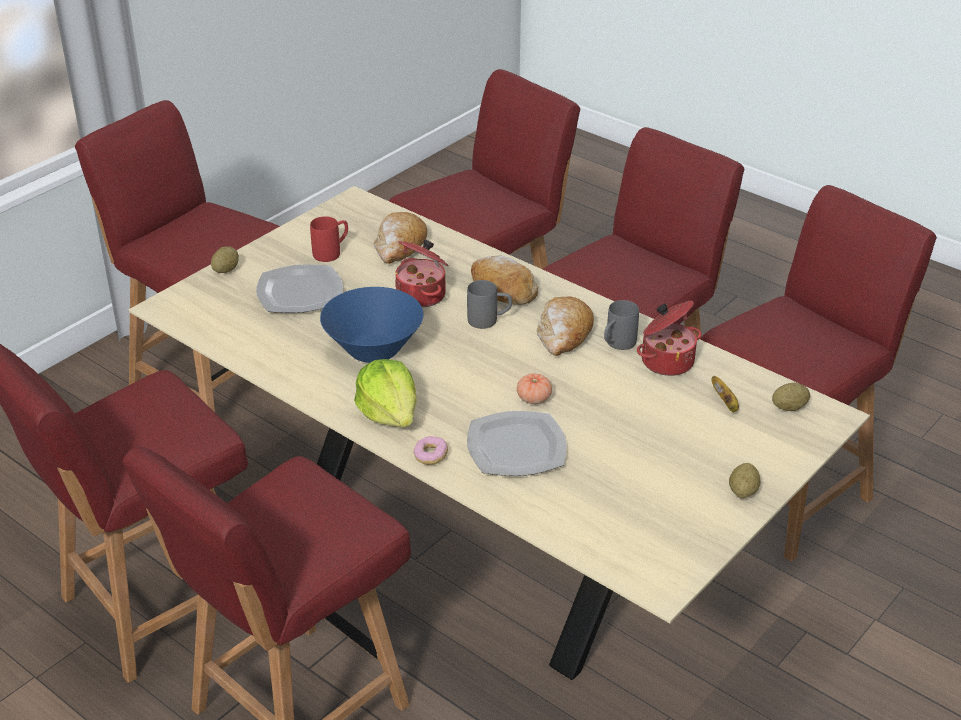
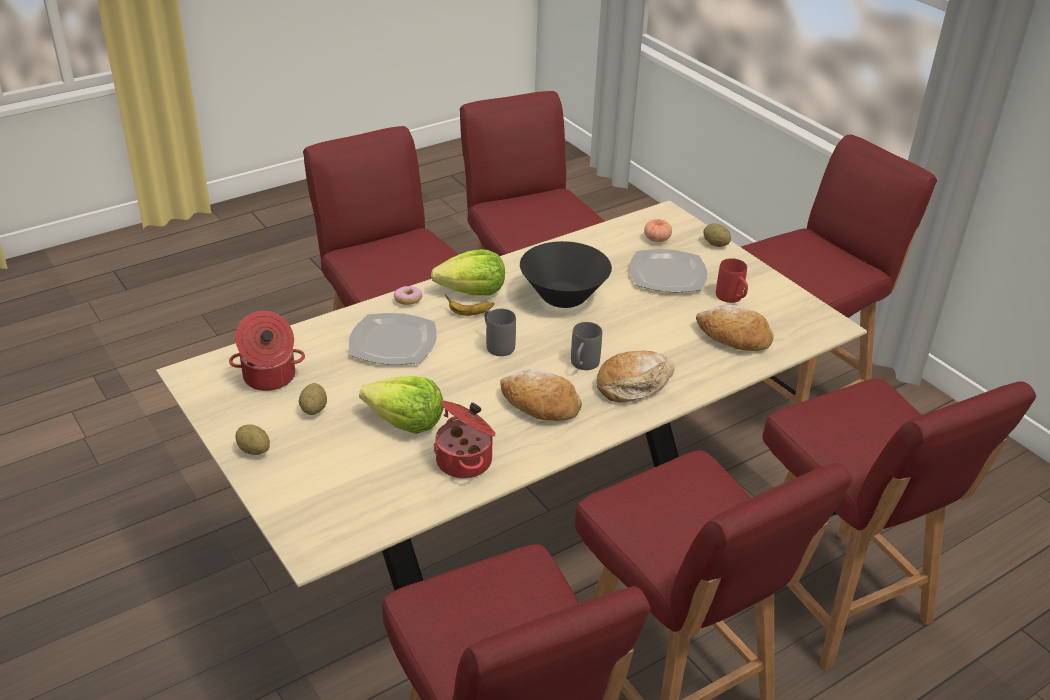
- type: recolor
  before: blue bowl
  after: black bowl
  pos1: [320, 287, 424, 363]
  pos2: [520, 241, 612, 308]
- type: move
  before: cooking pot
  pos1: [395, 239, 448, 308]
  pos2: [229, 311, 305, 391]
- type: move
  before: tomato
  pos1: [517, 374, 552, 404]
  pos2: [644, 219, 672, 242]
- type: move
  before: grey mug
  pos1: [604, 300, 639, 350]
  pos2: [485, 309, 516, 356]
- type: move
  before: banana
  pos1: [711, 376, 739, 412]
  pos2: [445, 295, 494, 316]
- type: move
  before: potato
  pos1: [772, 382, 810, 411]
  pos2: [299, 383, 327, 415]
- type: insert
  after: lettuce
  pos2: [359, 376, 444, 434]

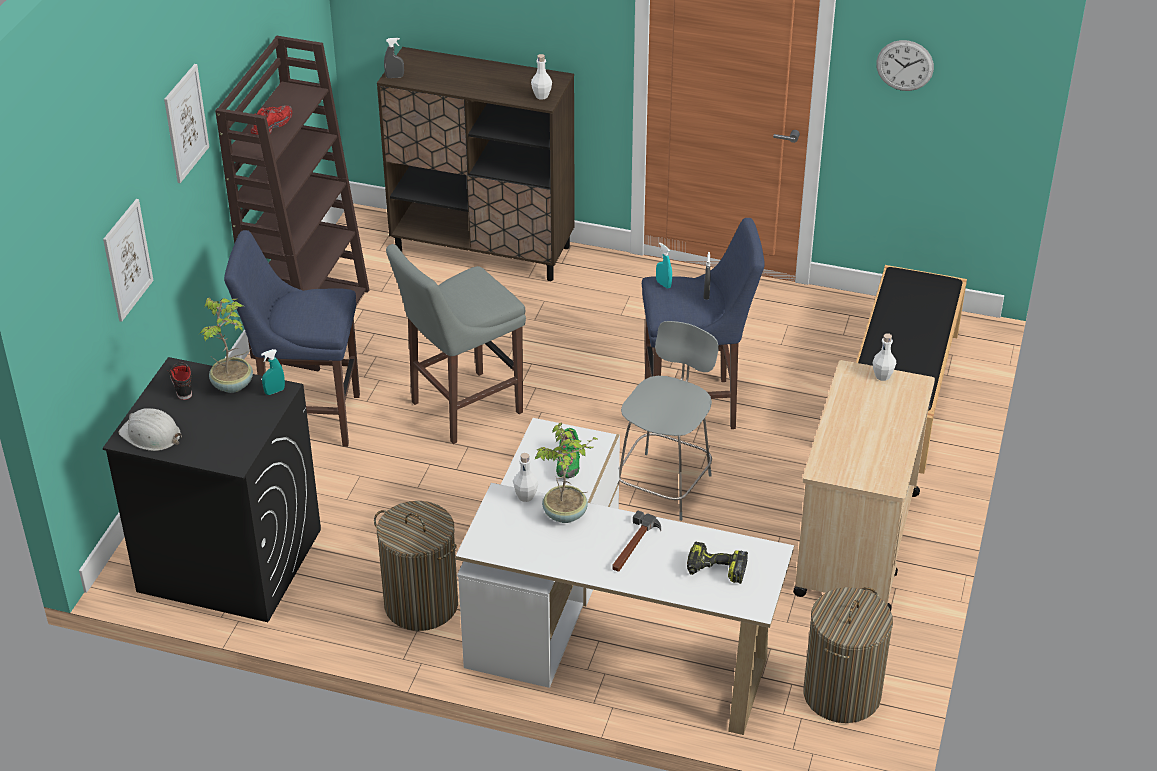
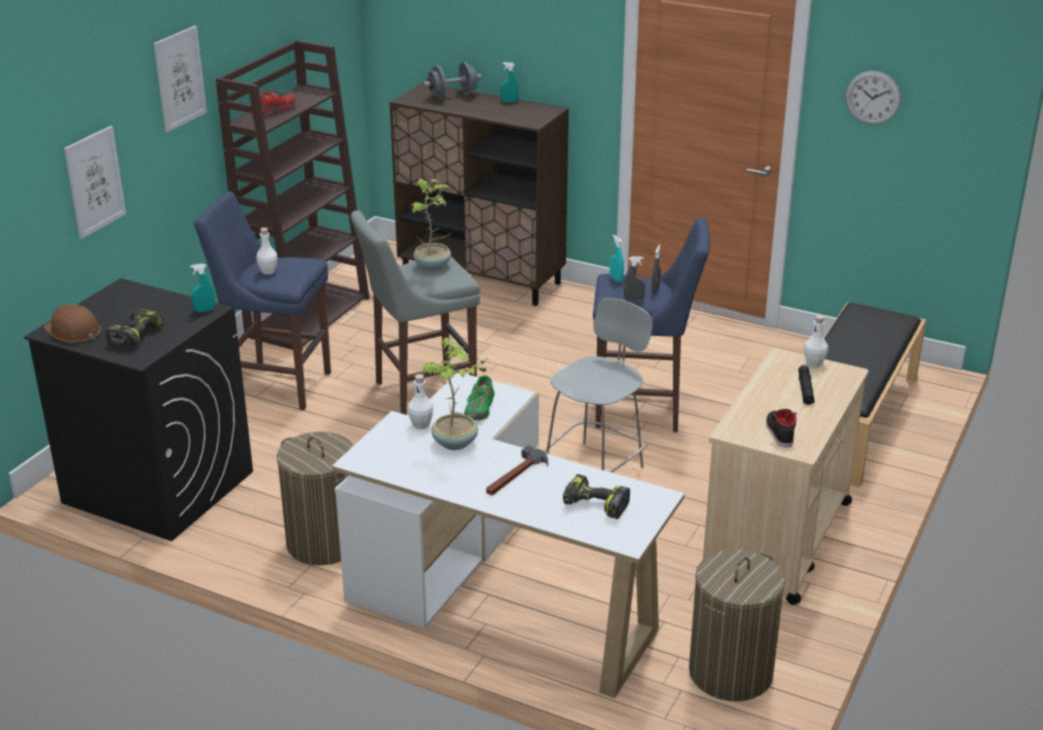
- type: recolor
  before: white hard hat
  after: brown hard hat
  pos1: [118, 408, 182, 451]
  pos2: [44, 304, 101, 343]
- type: move
  before: black shoe
  pos1: [168, 362, 192, 400]
  pos2: [766, 409, 797, 447]
- type: move
  before: potted plant
  pos1: [199, 297, 253, 393]
  pos2: [410, 178, 452, 271]
- type: move
  before: grey spray bottle
  pos1: [384, 38, 404, 78]
  pos2: [624, 256, 645, 300]
- type: move
  before: white bottle
  pos1: [531, 54, 552, 99]
  pos2: [256, 228, 277, 275]
- type: insert
  after: power drill
  pos2: [105, 309, 163, 349]
- type: insert
  after: grey dumbbell
  pos2: [423, 62, 482, 99]
- type: insert
  after: turquoise spray bottle
  pos2: [500, 62, 518, 102]
- type: insert
  after: black flashlight
  pos2: [798, 365, 815, 405]

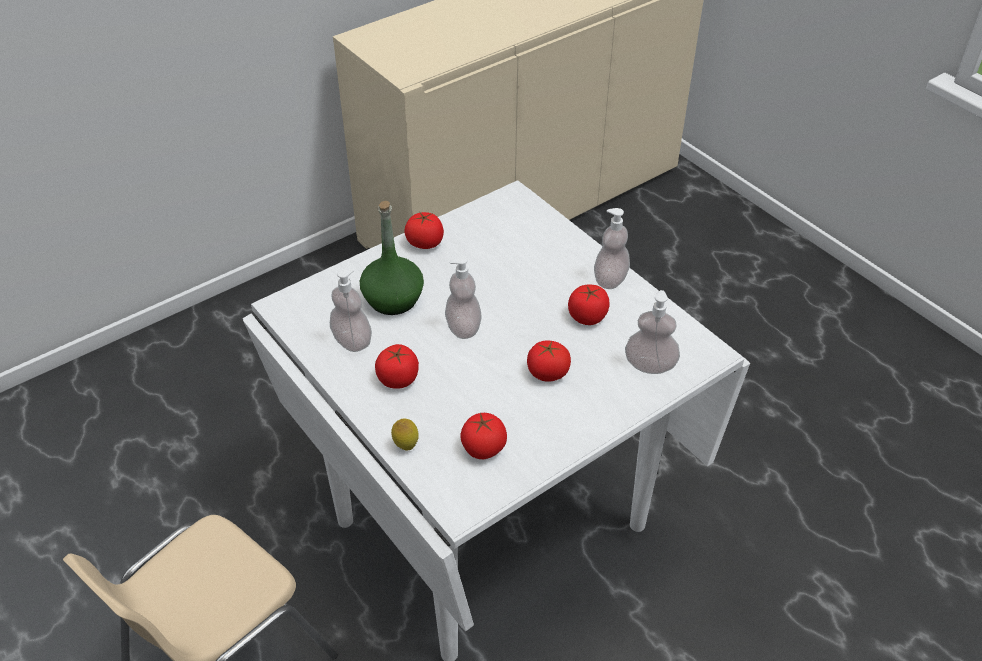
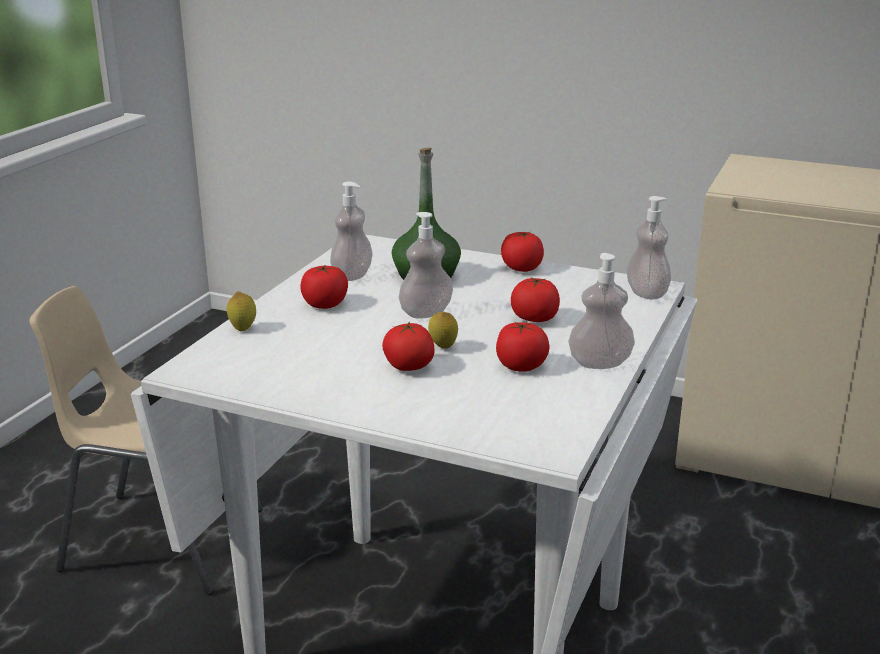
- type: move
  before: tomato
  pos1: [460, 413, 507, 459]
  pos2: [511, 277, 560, 322]
- type: move
  before: soap dispenser
  pos1: [625, 290, 680, 374]
  pos2: [627, 196, 671, 300]
- type: insert
  after: lemon
  pos2: [428, 312, 458, 349]

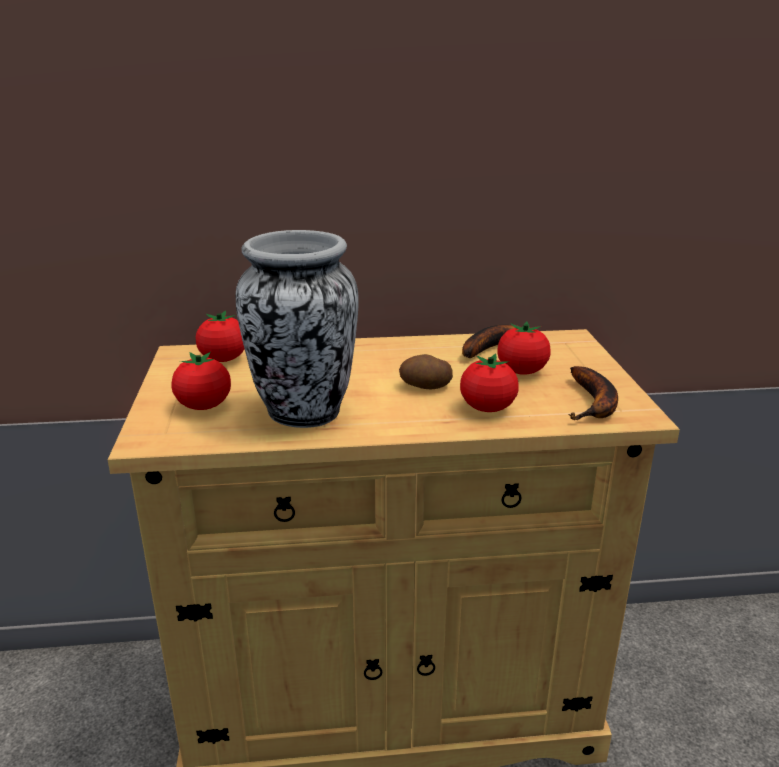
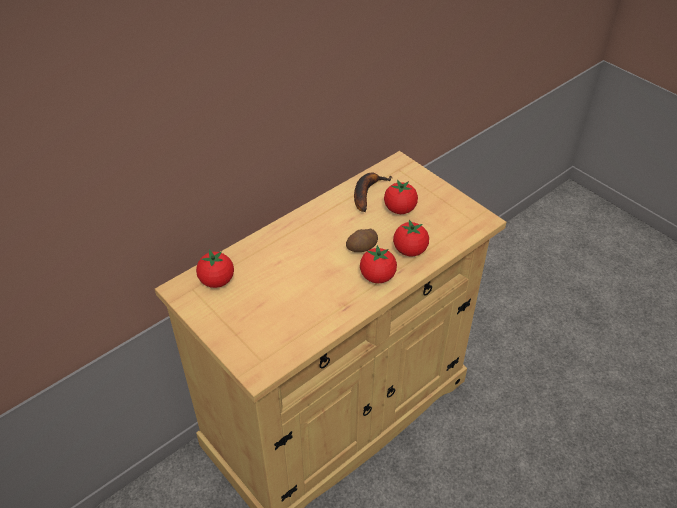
- type: move
  before: tomato
  pos1: [171, 352, 231, 410]
  pos2: [360, 245, 397, 283]
- type: delete
  before: vase
  pos1: [236, 230, 359, 428]
- type: delete
  before: banana
  pos1: [569, 366, 618, 420]

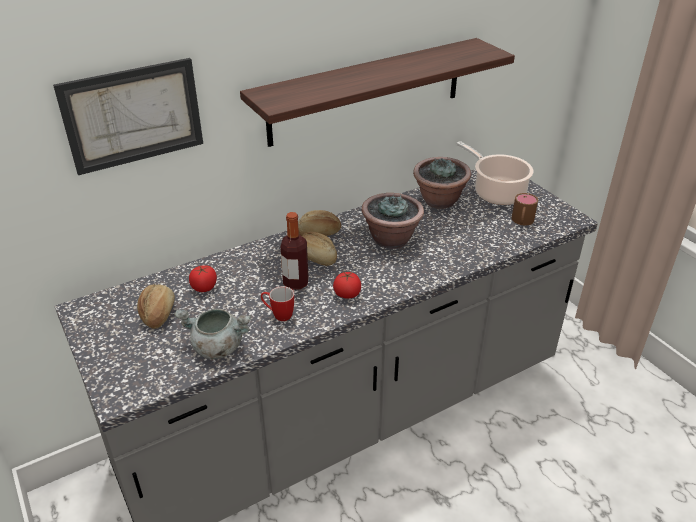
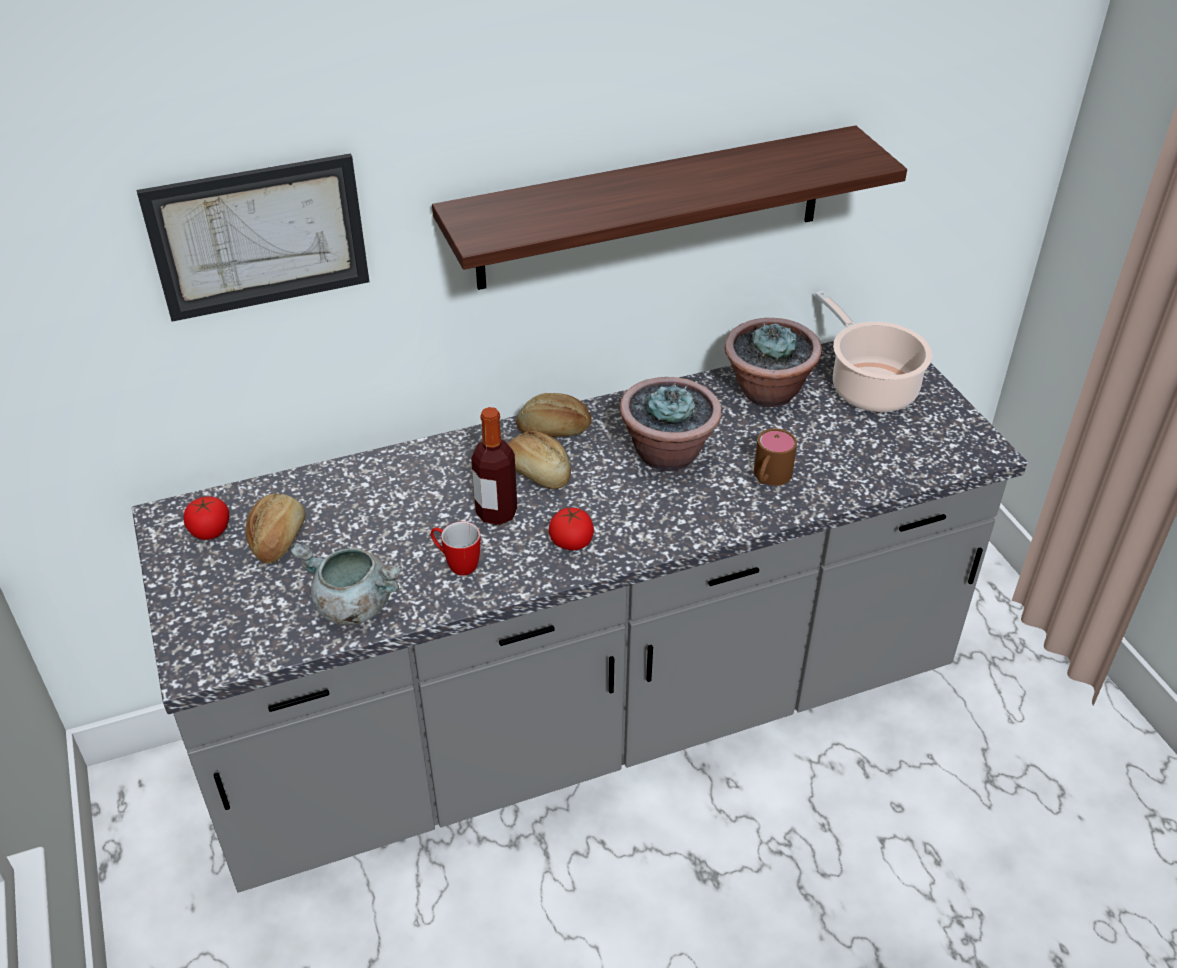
- type: move
  before: tomato
  pos1: [189, 265, 217, 292]
  pos2: [183, 497, 229, 540]
- type: move
  before: brown mug
  pos1: [512, 193, 538, 225]
  pos2: [754, 429, 797, 486]

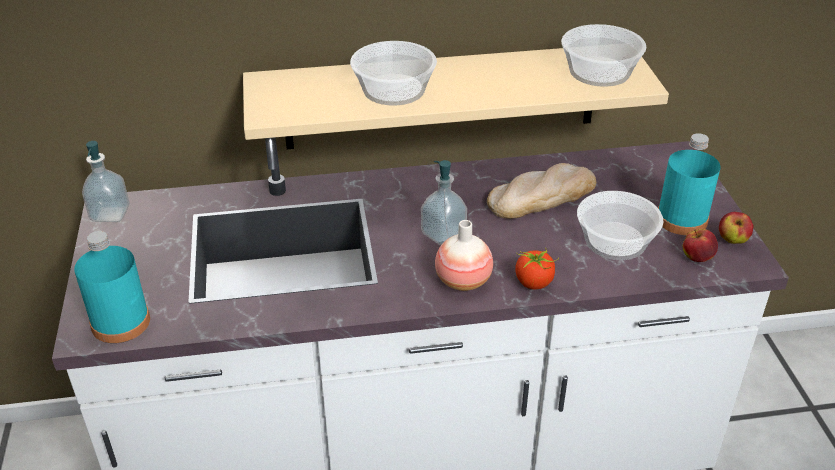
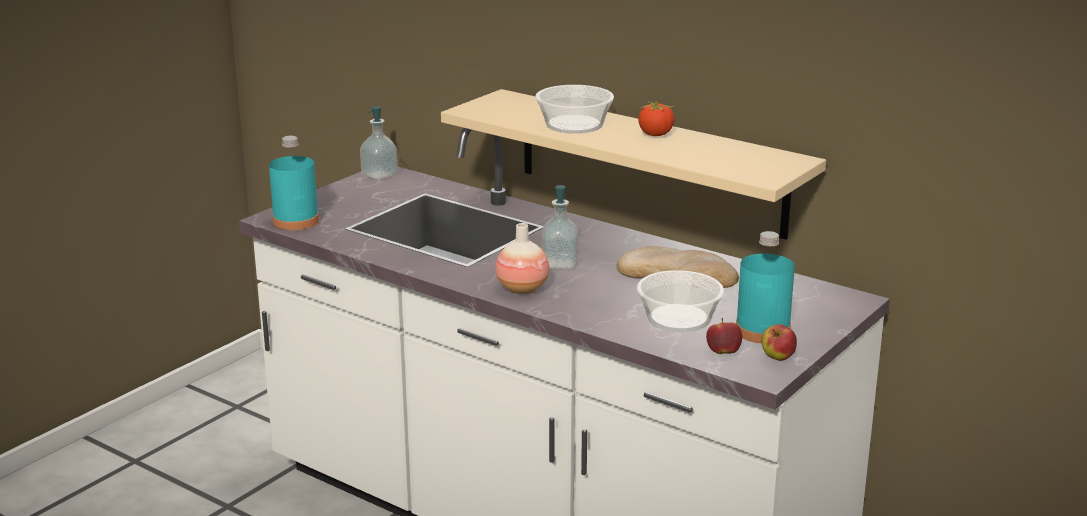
- type: move
  before: tomato
  pos1: [515, 248, 559, 290]
  pos2: [638, 101, 674, 136]
- type: delete
  before: bowl
  pos1: [561, 24, 646, 87]

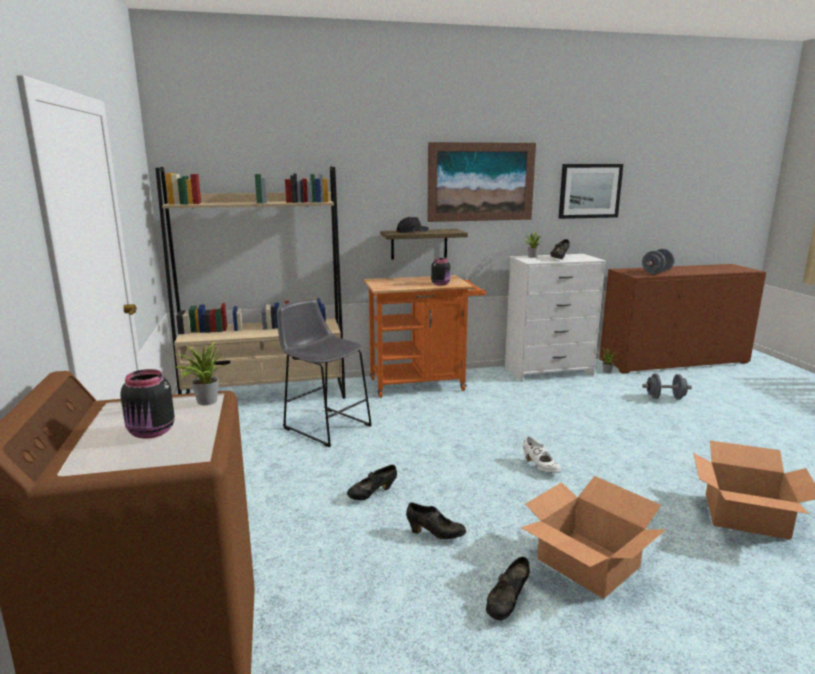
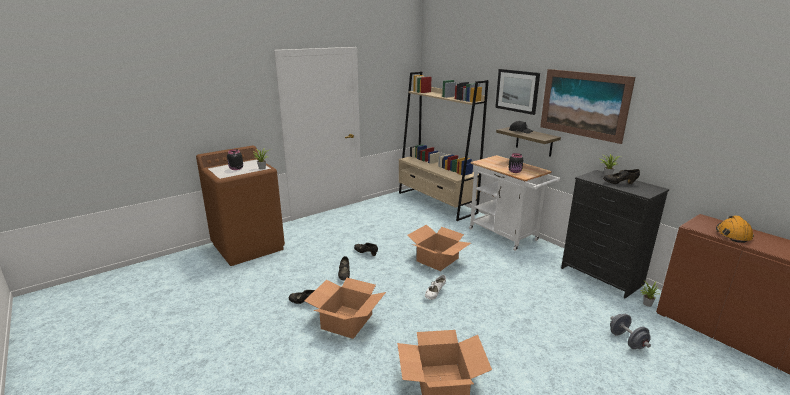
- type: delete
  before: grey stool
  pos1: [277, 299, 372, 447]
- type: recolor
  before: orange cart
  after: white cart
  pos1: [364, 275, 486, 398]
  pos2: [469, 155, 560, 251]
- type: recolor
  before: white dresser
  after: black dresser
  pos1: [505, 254, 606, 382]
  pos2: [561, 170, 669, 298]
- type: move
  before: picture
  pos1: [559, 164, 623, 219]
  pos2: [495, 69, 540, 115]
- type: replace
  before: grey dumbbell
  after: orange hard hat
  pos1: [642, 249, 675, 274]
  pos2: [716, 215, 754, 243]
- type: insert
  after: cardboard box
  pos2: [407, 224, 471, 271]

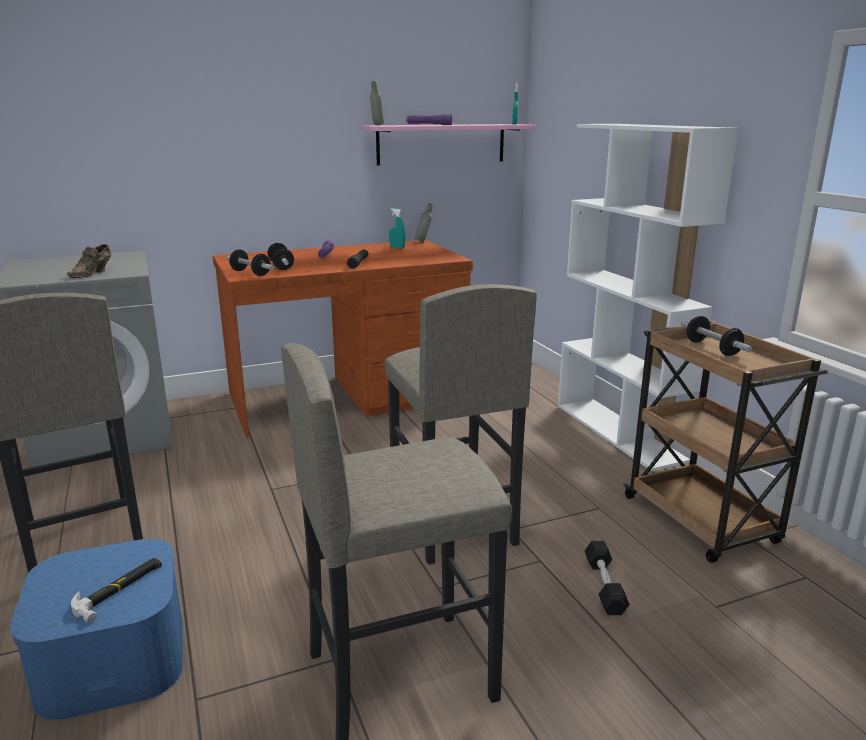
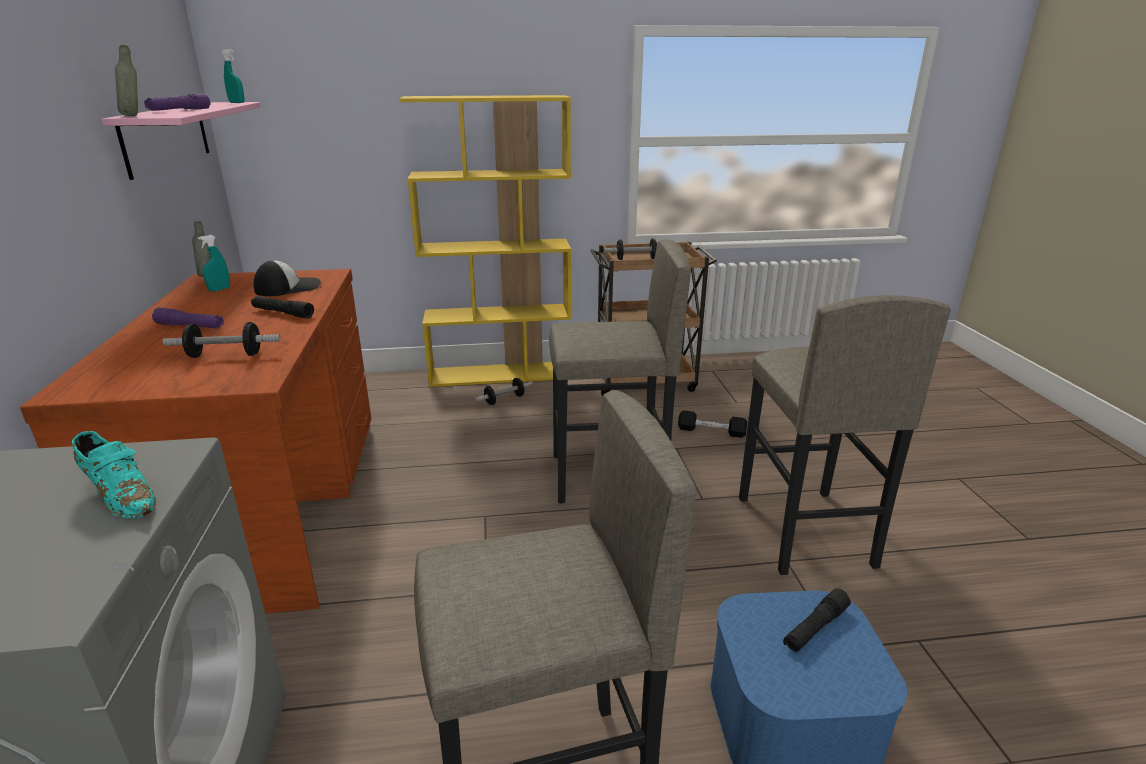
- type: recolor
  before: brown shoe
  after: turquoise shoe
  pos1: [67, 244, 111, 278]
  pos2: [72, 431, 156, 518]
- type: replace
  before: hammer
  after: black flashlight
  pos1: [71, 558, 162, 623]
  pos2: [783, 589, 851, 653]
- type: move
  before: dumbbell
  pos1: [227, 250, 274, 276]
  pos2: [475, 378, 533, 405]
- type: recolor
  before: white bookcase
  after: yellow bookcase
  pos1: [558, 124, 738, 471]
  pos2: [399, 95, 571, 387]
- type: insert
  after: cap
  pos2: [254, 260, 321, 296]

